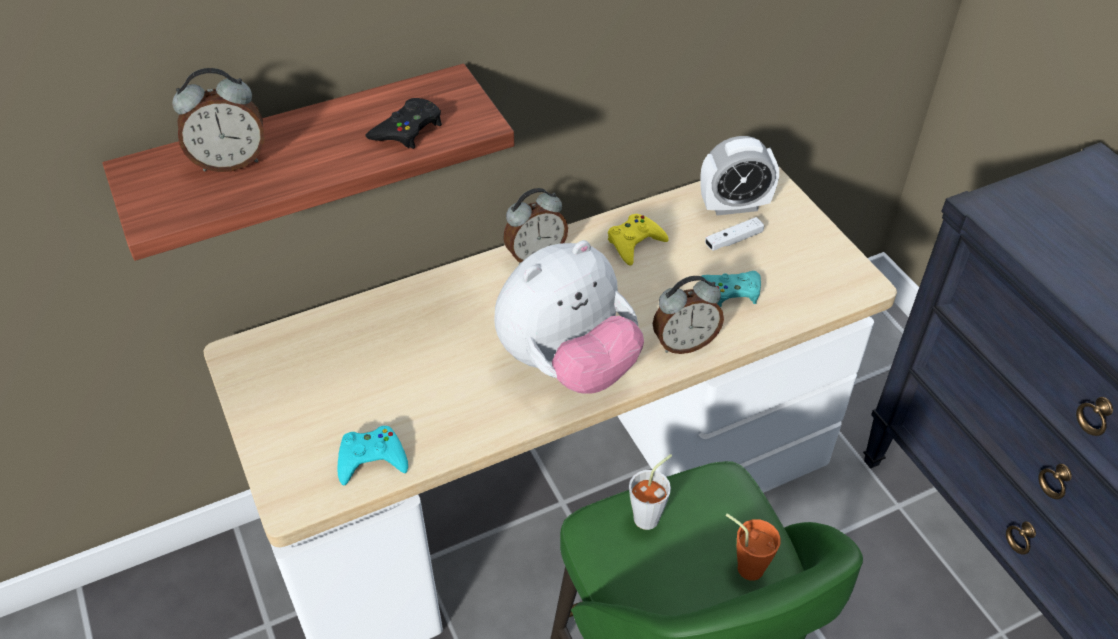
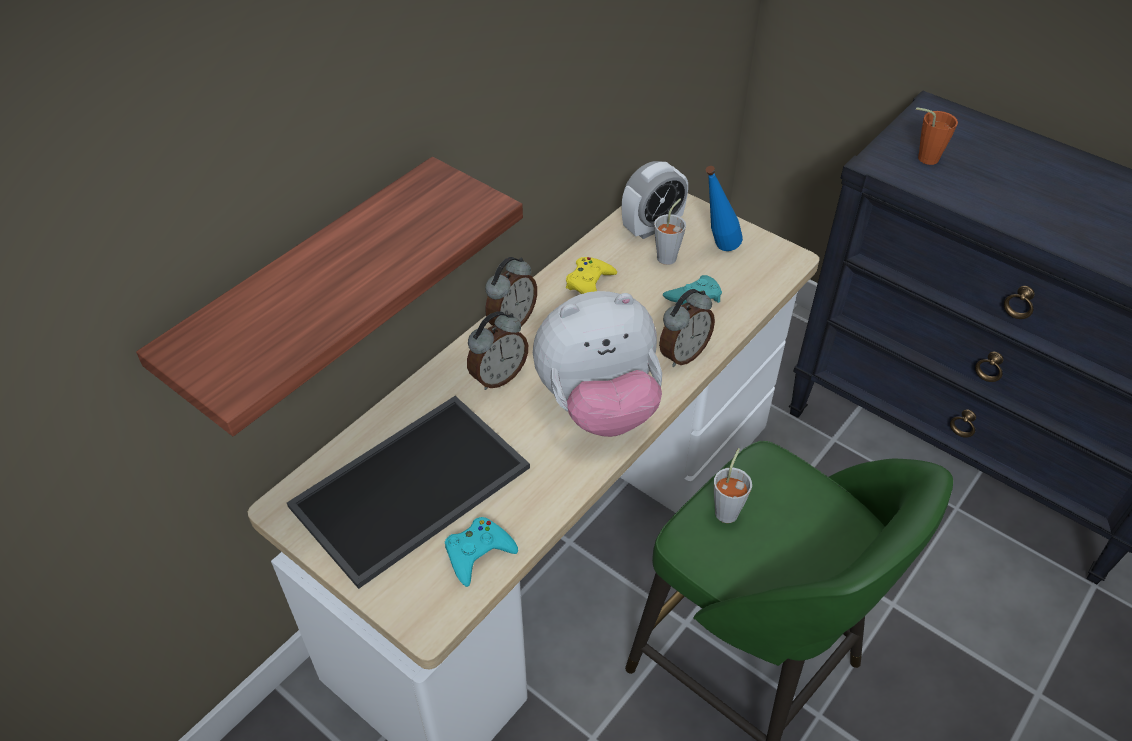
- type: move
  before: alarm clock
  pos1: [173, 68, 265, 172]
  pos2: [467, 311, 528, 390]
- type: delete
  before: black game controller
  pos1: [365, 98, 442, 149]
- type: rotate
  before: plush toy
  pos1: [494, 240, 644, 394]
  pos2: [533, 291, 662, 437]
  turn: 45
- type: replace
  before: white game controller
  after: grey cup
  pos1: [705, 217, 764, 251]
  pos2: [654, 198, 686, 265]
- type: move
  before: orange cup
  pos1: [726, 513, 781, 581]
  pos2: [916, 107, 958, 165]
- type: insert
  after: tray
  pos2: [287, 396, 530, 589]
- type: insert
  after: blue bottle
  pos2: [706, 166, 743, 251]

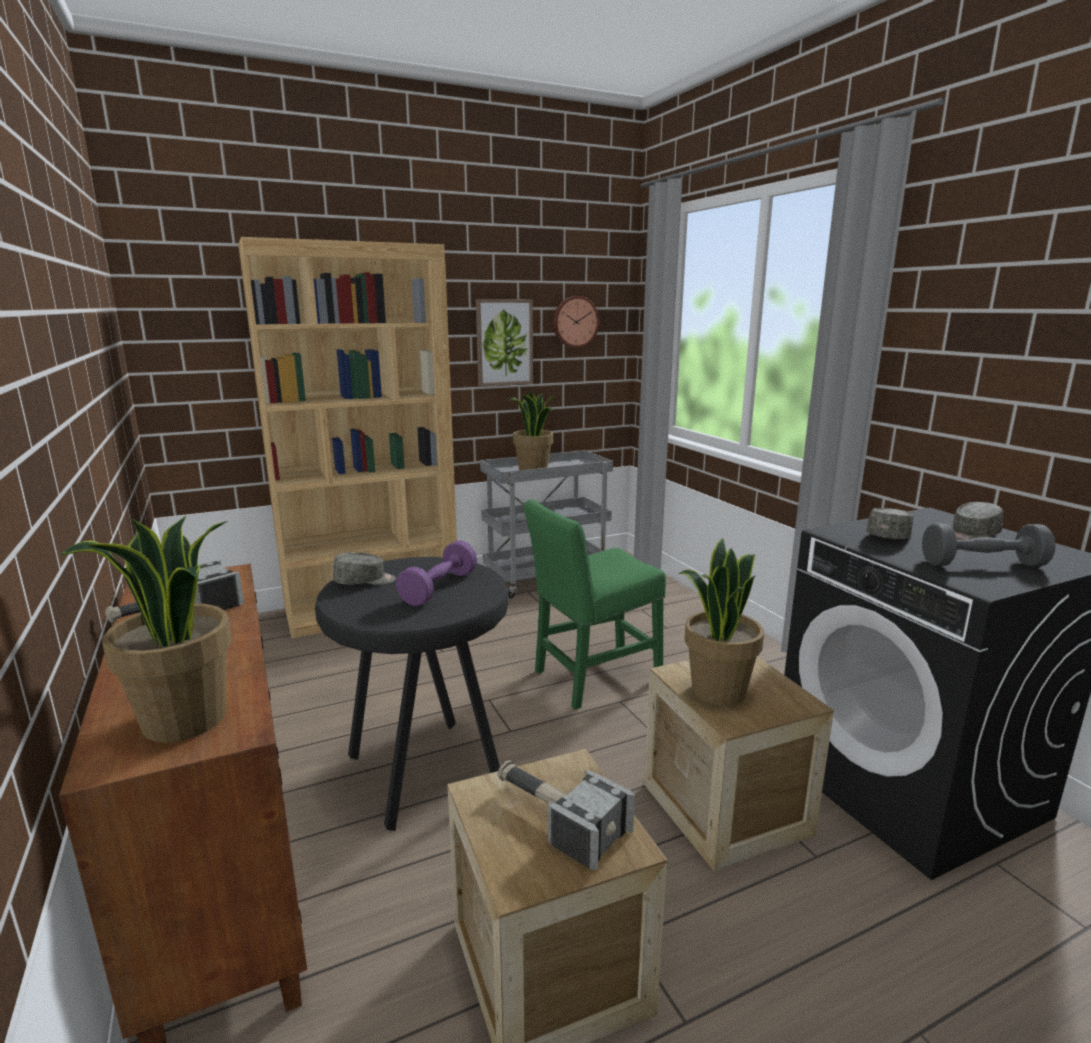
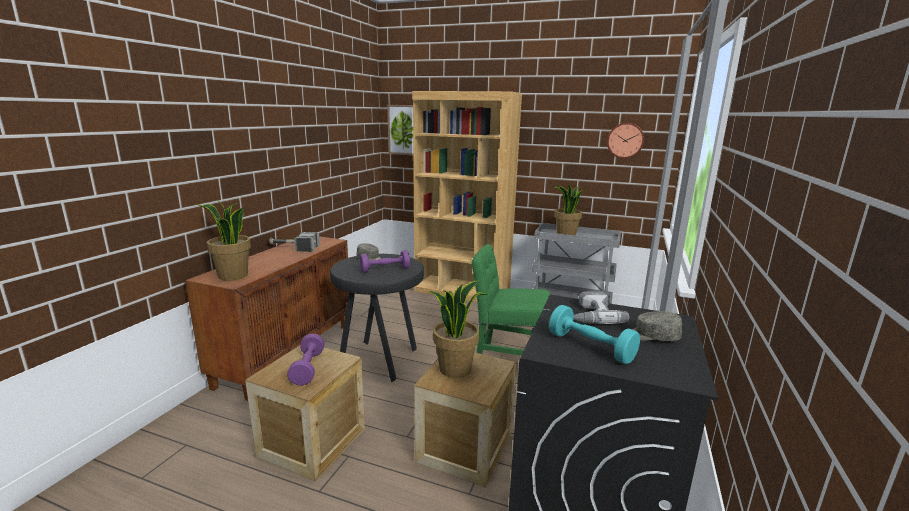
- type: move
  before: picture
  pos1: [476, 299, 533, 386]
  pos2: [387, 105, 413, 155]
- type: replace
  before: hammer
  after: purple dumbbell
  pos1: [498, 760, 635, 870]
  pos2: [287, 334, 325, 386]
- type: replace
  before: grey cap
  after: power drill
  pos1: [866, 508, 913, 539]
  pos2: [573, 291, 629, 324]
- type: recolor
  before: grey dumbbell
  after: turquoise dumbbell
  pos1: [922, 524, 1056, 566]
  pos2: [549, 305, 640, 364]

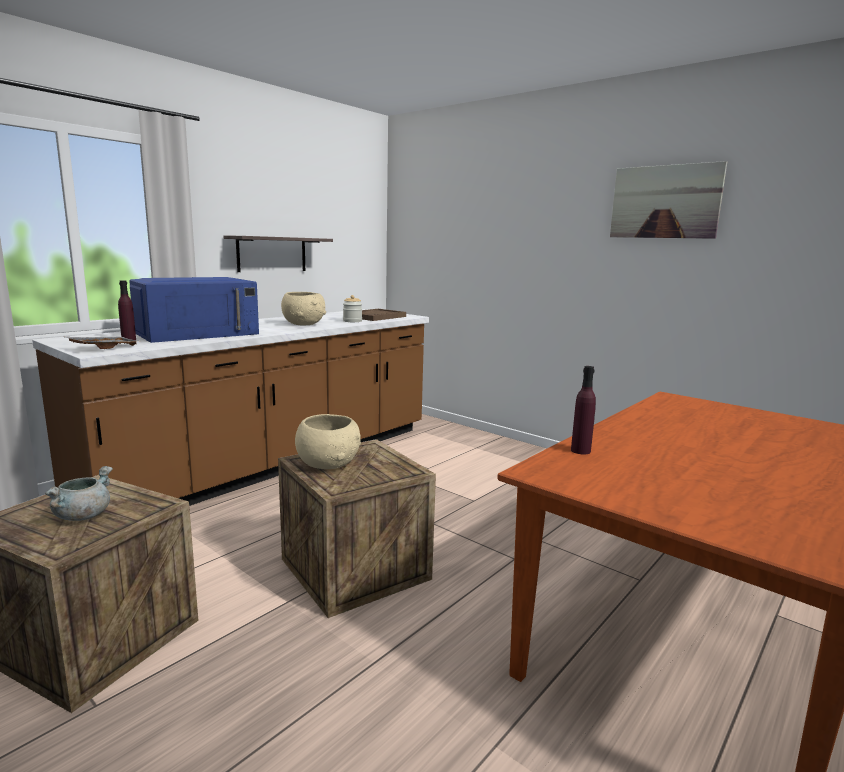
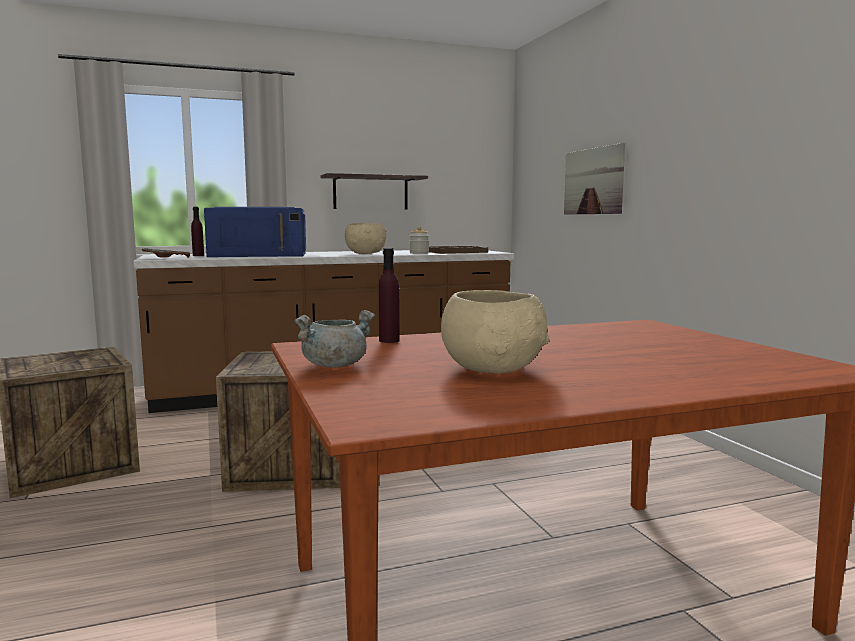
- type: move
  before: grey cooking pot
  pos1: [45, 466, 113, 521]
  pos2: [294, 310, 375, 368]
- type: move
  before: beige bowl
  pos1: [295, 414, 361, 469]
  pos2: [441, 290, 549, 374]
- type: move
  before: picture
  pos1: [610, 161, 727, 239]
  pos2: [564, 143, 625, 215]

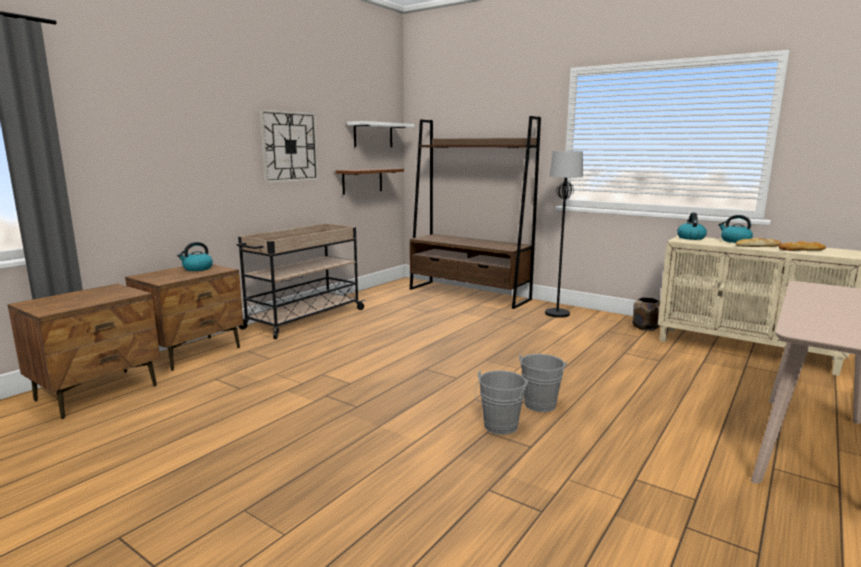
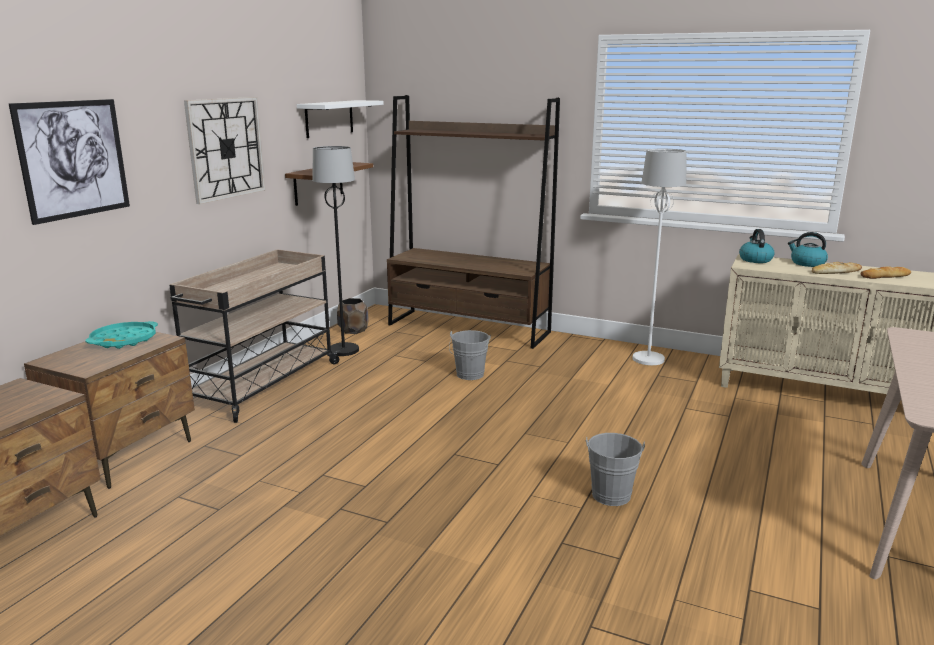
- type: replace
  before: kettle
  after: turquoise tray
  pos1: [177, 242, 213, 271]
  pos2: [85, 321, 158, 349]
- type: move
  before: grey bucket
  pos1: [475, 370, 528, 435]
  pos2: [449, 330, 491, 380]
- type: move
  before: black floor lamp
  pos1: [545, 151, 583, 318]
  pos2: [312, 146, 359, 356]
- type: move
  before: brown planter
  pos1: [632, 297, 660, 331]
  pos2: [337, 298, 369, 334]
- type: insert
  after: picture
  pos2: [9, 99, 130, 225]
- type: insert
  after: white floor lamp
  pos2: [633, 149, 687, 365]

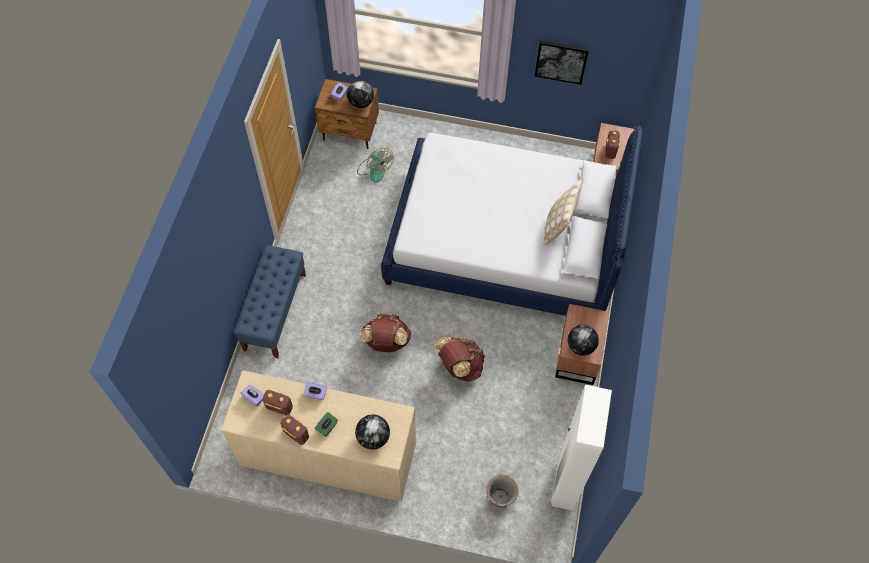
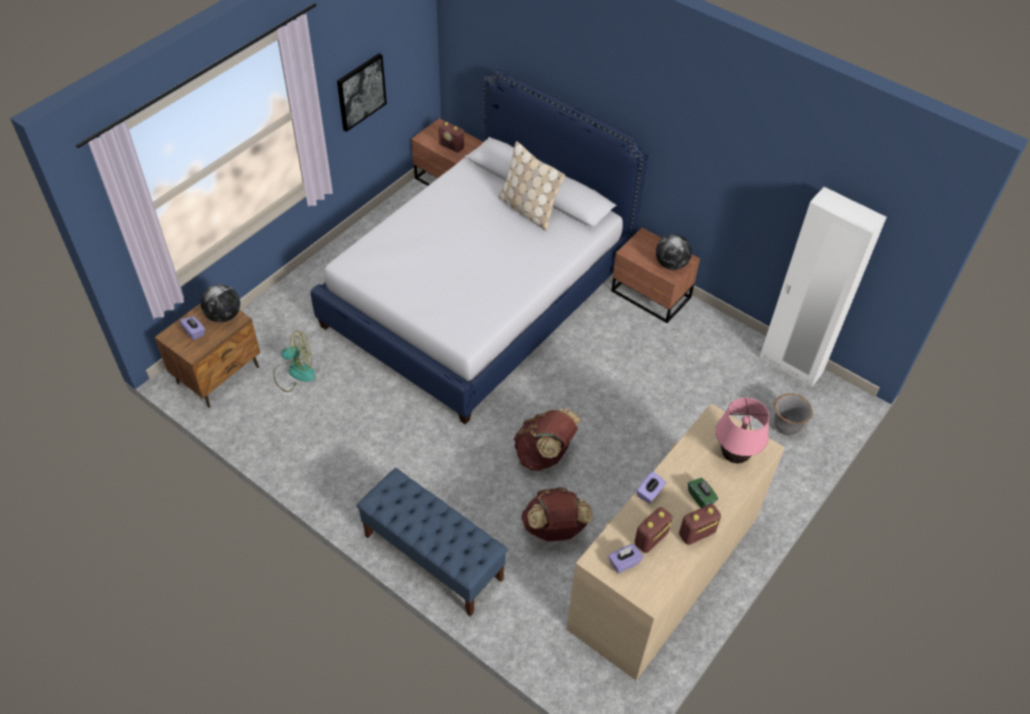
- type: replace
  before: globe
  after: pink table lamp
  pos1: [355, 415, 390, 450]
  pos2: [716, 398, 770, 464]
- type: move
  before: brown backpack
  pos1: [434, 337, 485, 382]
  pos2: [521, 487, 592, 541]

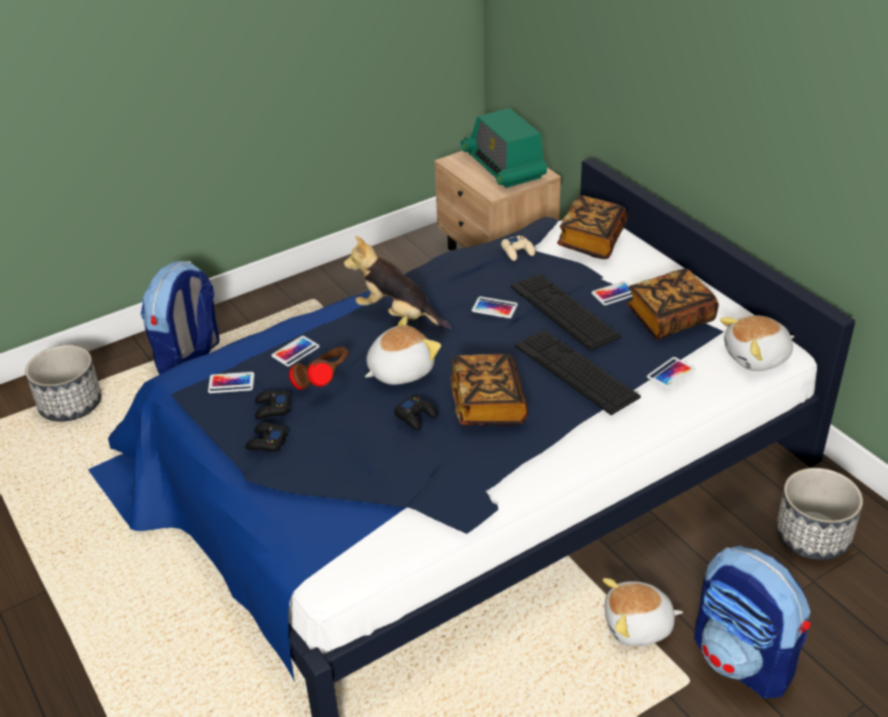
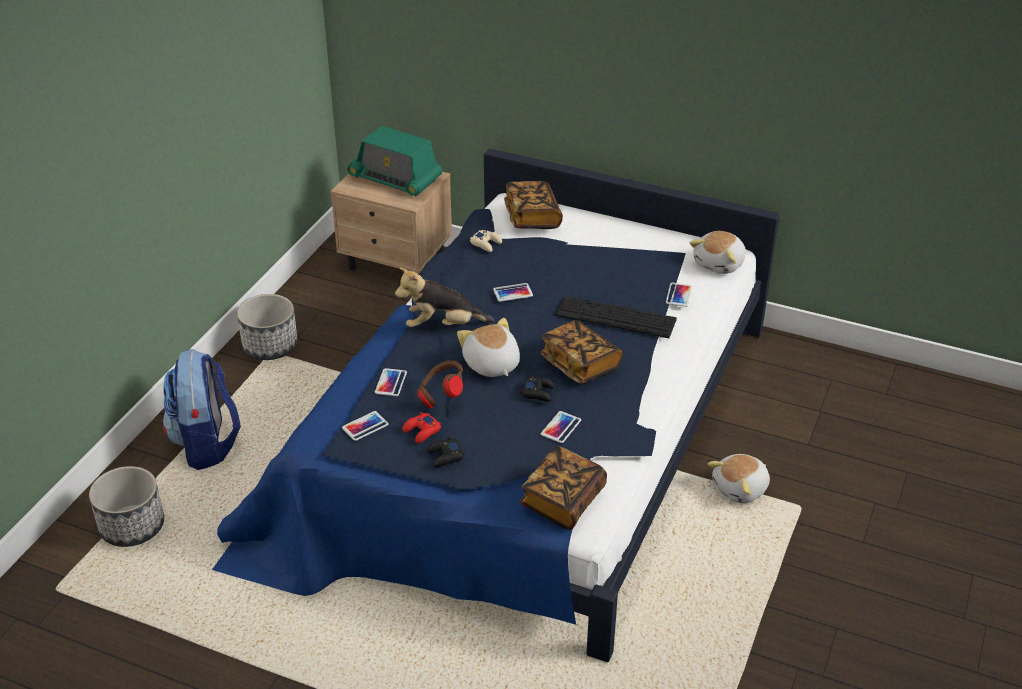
- type: recolor
  before: black game controller
  after: red game controller
  pos1: [255, 388, 290, 419]
  pos2: [402, 412, 441, 444]
- type: rotate
  before: plush toy
  pos1: [365, 316, 441, 385]
  pos2: [457, 318, 520, 377]
  turn: -45
- type: delete
  before: keyboard
  pos1: [511, 273, 621, 351]
- type: move
  before: phone
  pos1: [591, 281, 633, 305]
  pos2: [541, 411, 581, 443]
- type: move
  before: book
  pos1: [627, 268, 719, 340]
  pos2: [520, 446, 607, 530]
- type: delete
  before: backpack
  pos1: [694, 546, 811, 698]
- type: move
  before: planter
  pos1: [776, 468, 863, 560]
  pos2: [237, 294, 298, 360]

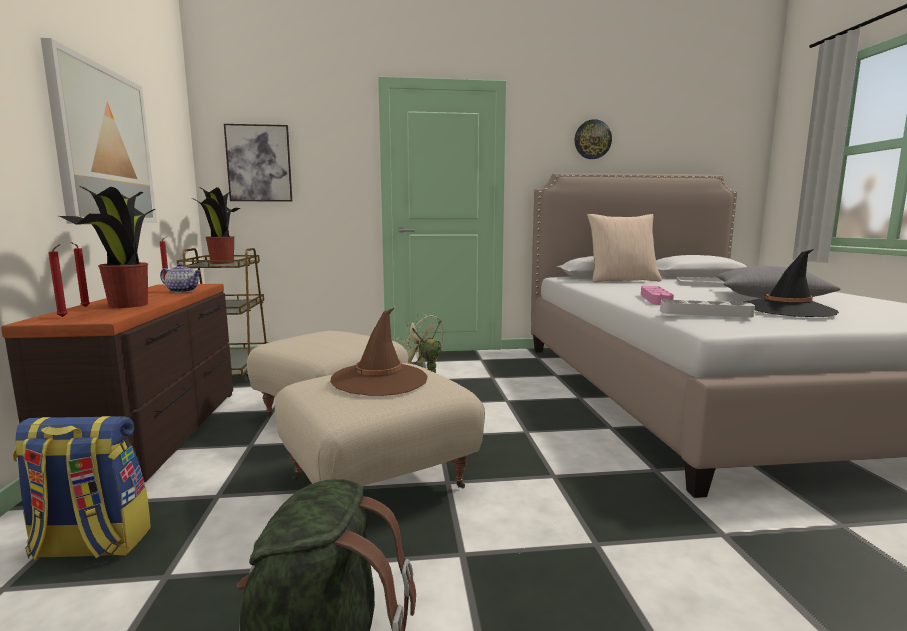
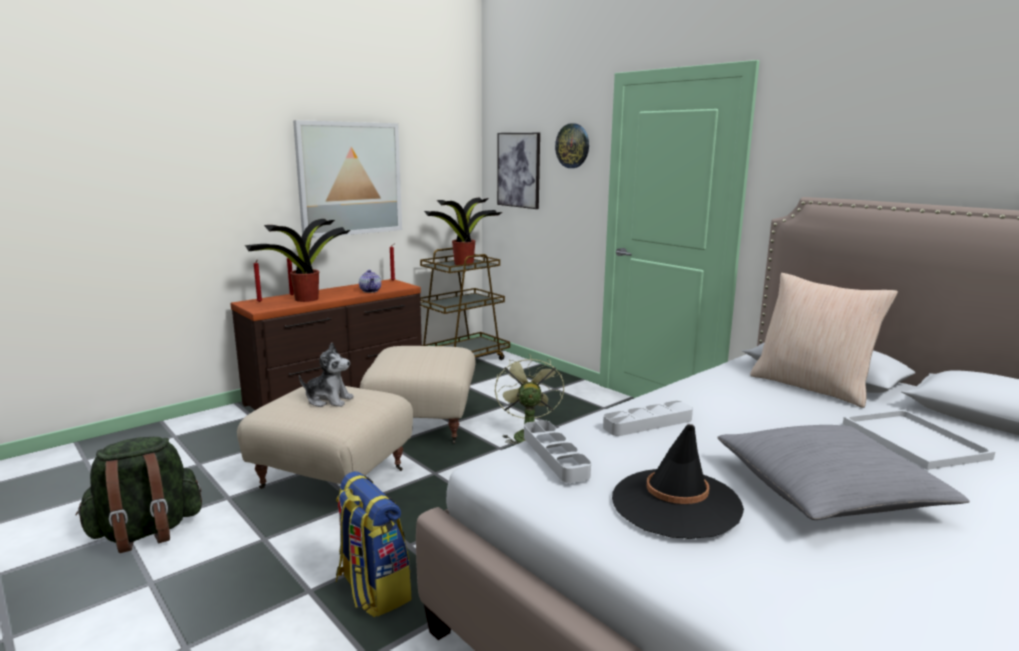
- type: move
  before: backpack
  pos1: [12, 416, 151, 560]
  pos2: [336, 471, 412, 617]
- type: replace
  before: brown hat
  after: plush toy
  pos1: [331, 308, 428, 396]
  pos2: [299, 343, 354, 407]
- type: move
  before: wall clock
  pos1: [575, 119, 612, 159]
  pos2: [555, 123, 589, 168]
- type: recolor
  before: pink tray
  after: grey tray
  pos1: [641, 286, 674, 305]
  pos2: [603, 401, 693, 436]

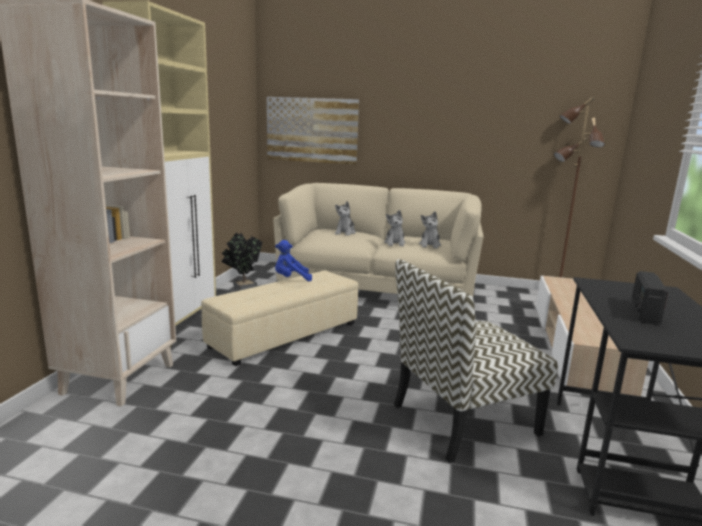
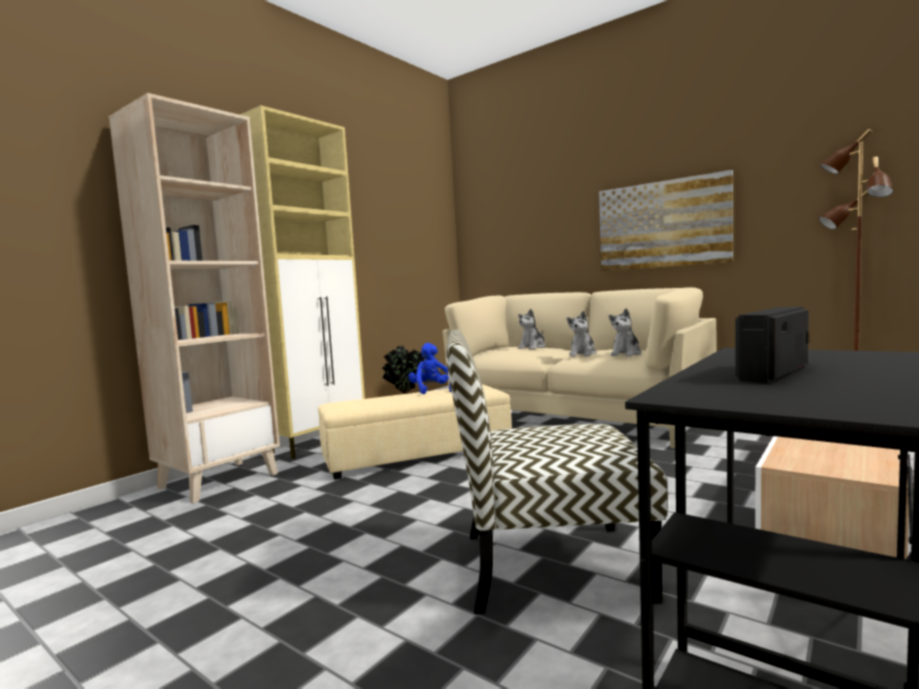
- type: move
  before: picture
  pos1: [267, 97, 359, 164]
  pos2: [599, 170, 733, 271]
- type: rotate
  before: blue plush toy
  pos1: [275, 240, 312, 281]
  pos2: [408, 343, 452, 394]
  turn: 60

